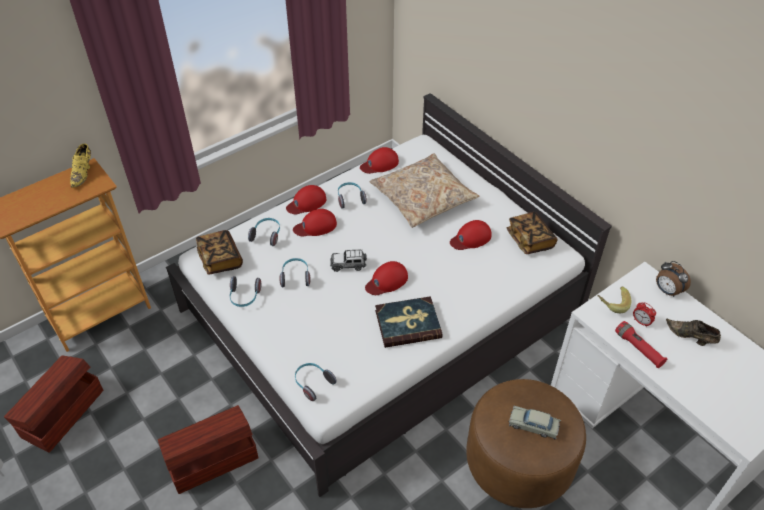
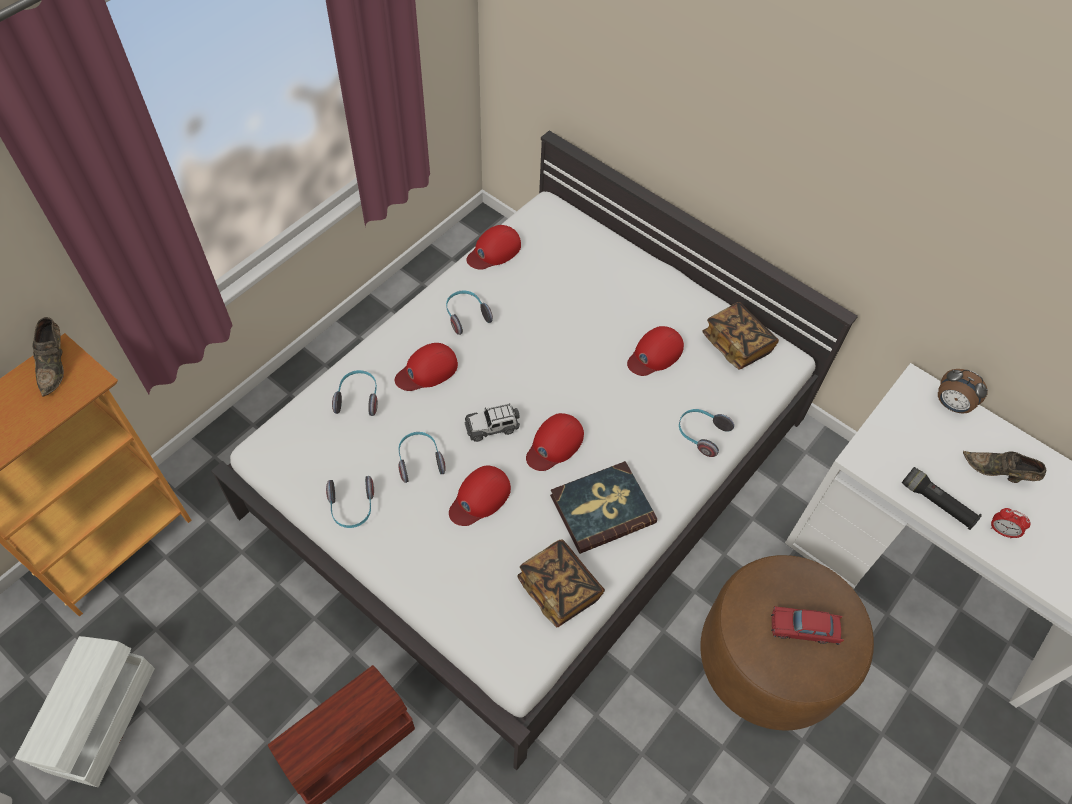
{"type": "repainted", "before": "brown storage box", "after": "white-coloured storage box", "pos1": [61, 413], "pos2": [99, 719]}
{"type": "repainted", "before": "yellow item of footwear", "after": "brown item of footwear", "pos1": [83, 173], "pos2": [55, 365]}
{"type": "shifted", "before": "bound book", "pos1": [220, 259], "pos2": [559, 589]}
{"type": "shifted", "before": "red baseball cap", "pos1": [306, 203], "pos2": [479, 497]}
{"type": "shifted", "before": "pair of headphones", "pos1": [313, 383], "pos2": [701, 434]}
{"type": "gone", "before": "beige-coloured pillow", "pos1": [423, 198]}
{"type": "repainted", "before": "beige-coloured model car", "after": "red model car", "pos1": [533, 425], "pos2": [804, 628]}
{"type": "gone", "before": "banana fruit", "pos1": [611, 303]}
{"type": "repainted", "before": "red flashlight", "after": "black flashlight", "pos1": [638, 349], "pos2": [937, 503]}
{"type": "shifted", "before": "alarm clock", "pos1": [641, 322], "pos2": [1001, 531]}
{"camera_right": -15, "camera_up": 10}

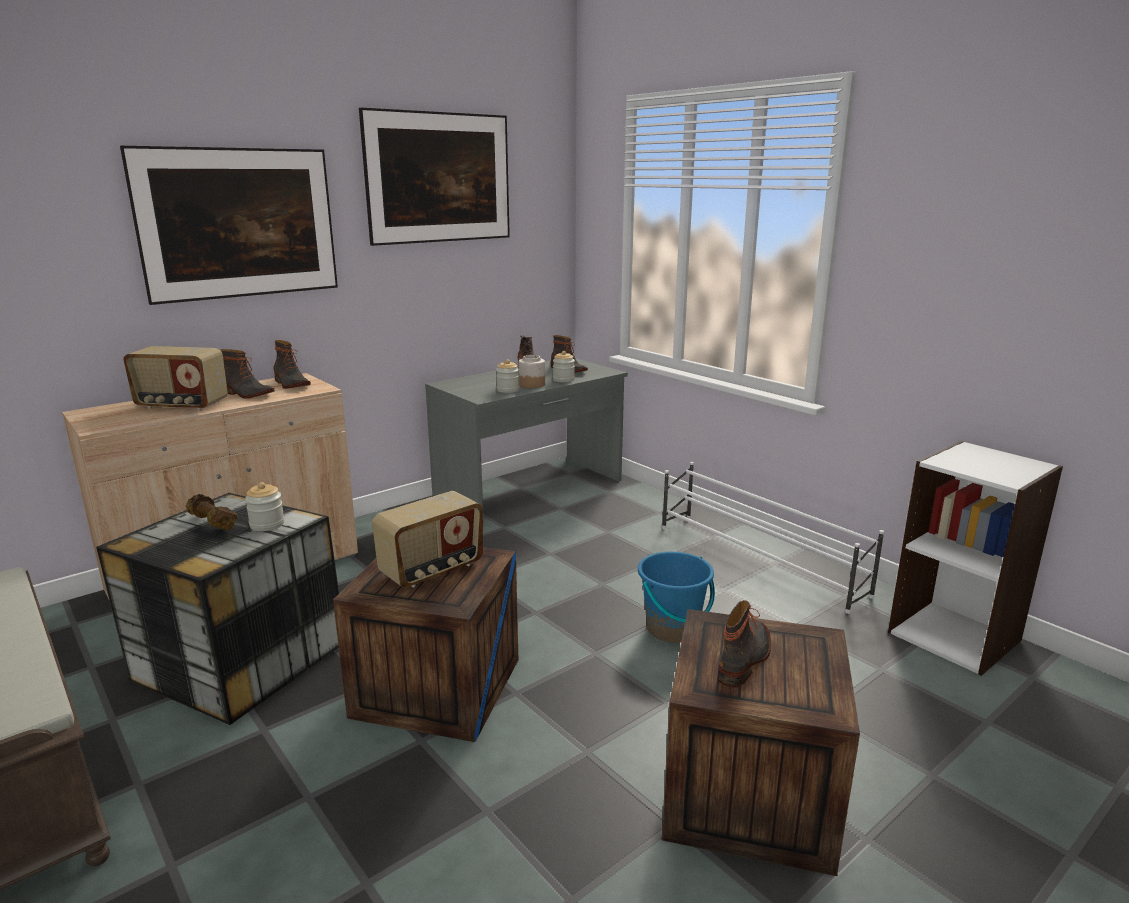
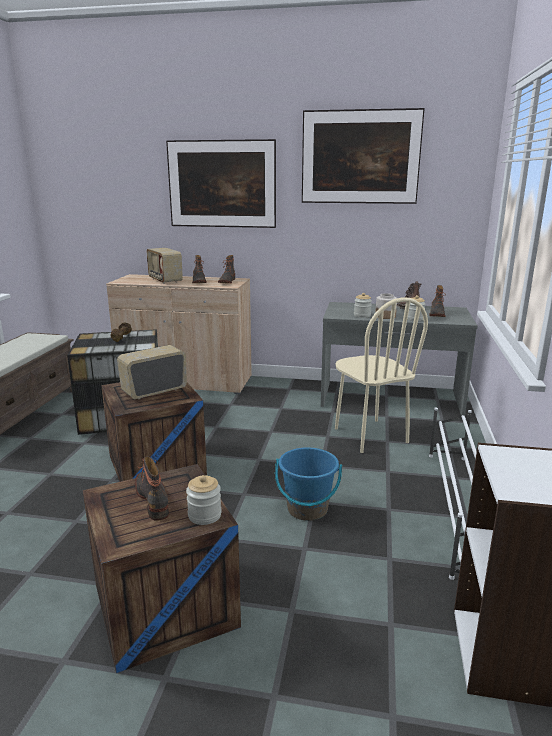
{"type": "shifted", "before": "preserve jar", "pos1": [267, 524], "pos2": [204, 515]}
{"type": "rotated", "before": "radio set", "pos1": [432, 570], "pos2": [154, 391], "turn": 135}
{"type": "rotated", "before": "high-top boot", "pos1": [745, 659], "pos2": [154, 499], "turn": -105}
{"type": "new", "after": "beige-coloured chair", "pos2": [370, 435]}
{"camera_right": 50, "camera_up": 0}

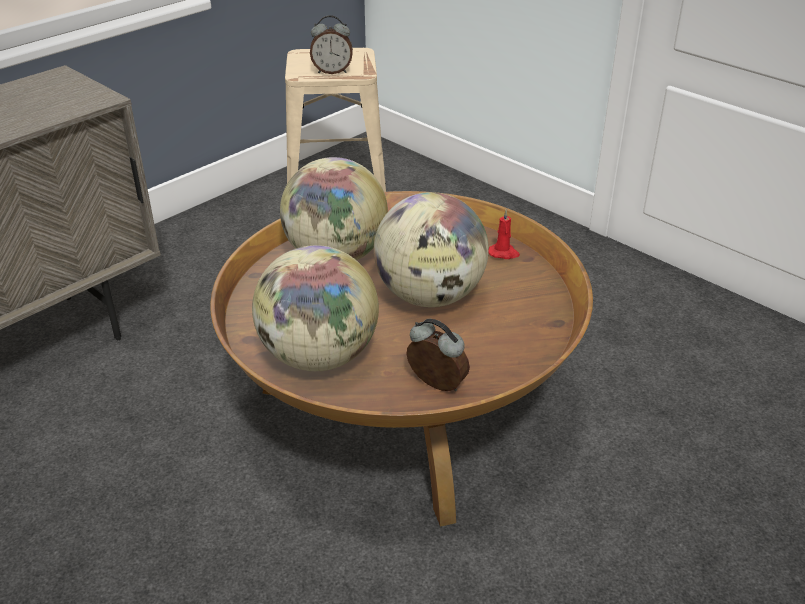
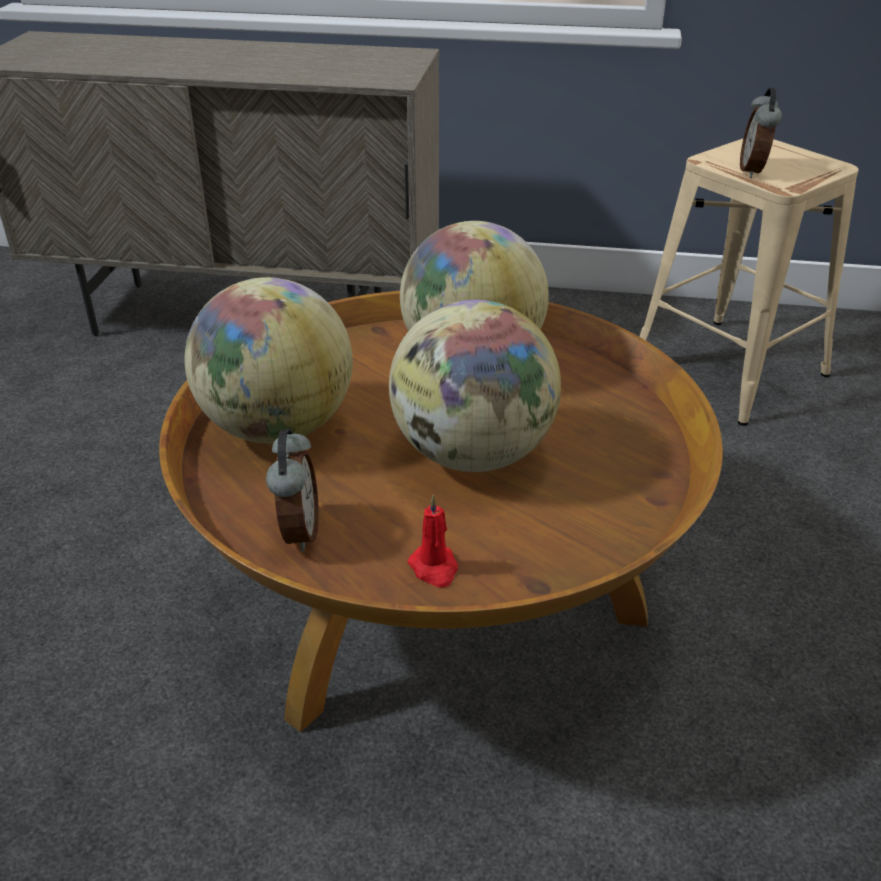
{"type": "rotated", "before": "alarm clock", "pos1": [332, 71], "pos2": [753, 171], "turn": 45}
{"type": "shifted", "before": "red wax candle", "pos1": [504, 253], "pos2": [434, 568]}
{"camera_right": 55, "camera_up": 0}

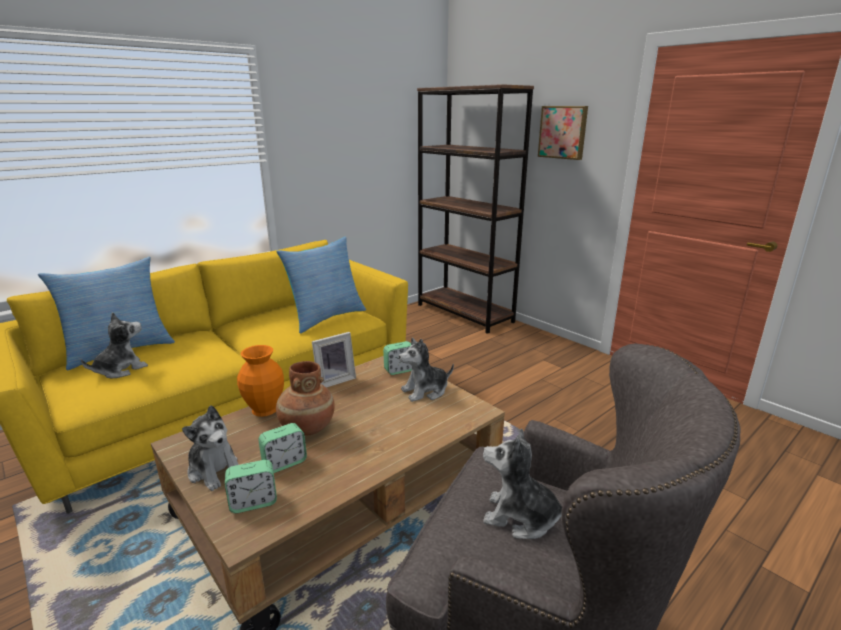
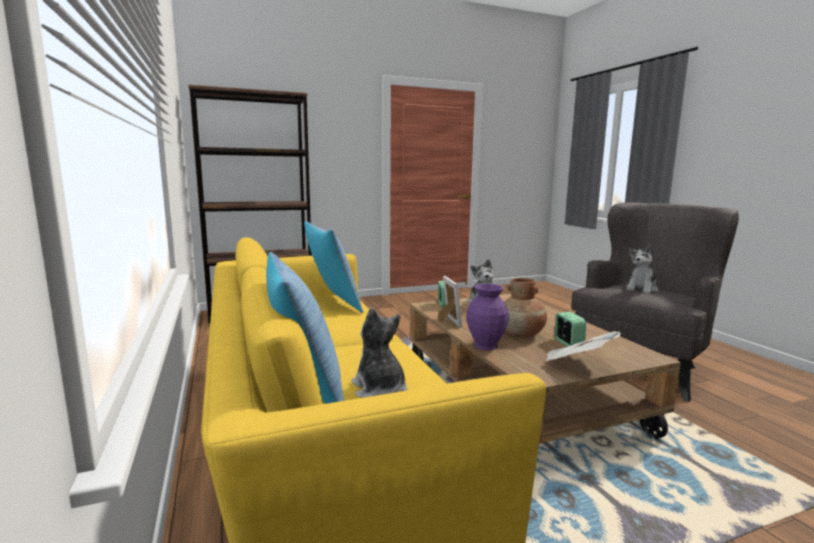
{"type": "swapped", "before": "soft toy", "after": "daily paper", "pos1": [215, 470], "pos2": [577, 364]}
{"type": "gone", "before": "alarm clock", "pos1": [253, 502]}
{"type": "repainted", "before": "orange decorative vase", "after": "purplish decorative vase", "pos1": [265, 409], "pos2": [485, 345]}
{"type": "gone", "before": "picture", "pos1": [563, 132]}
{"camera_right": -70, "camera_up": -10}

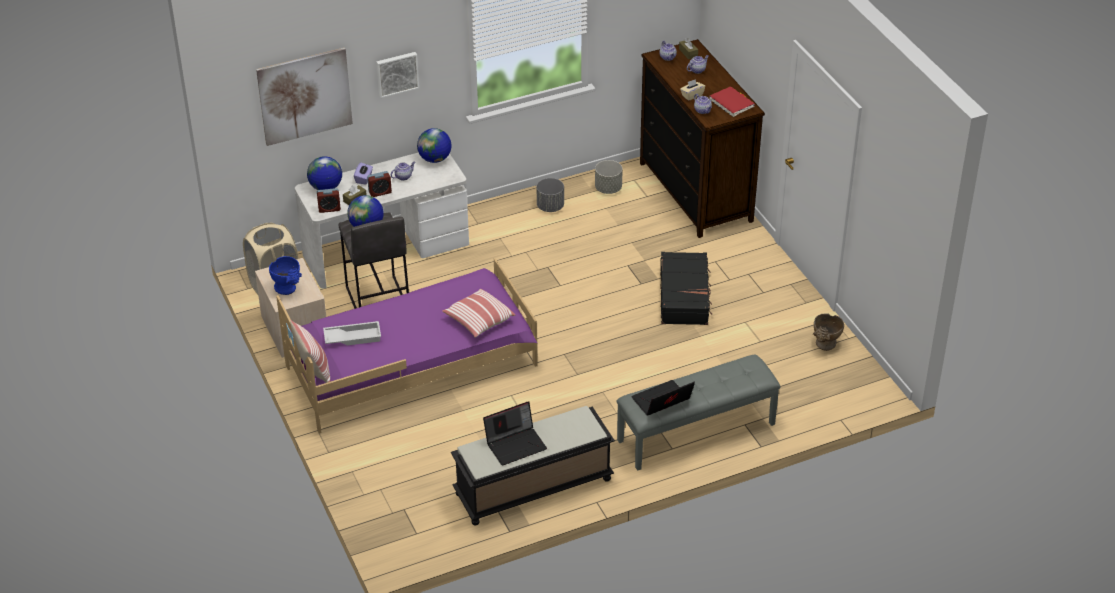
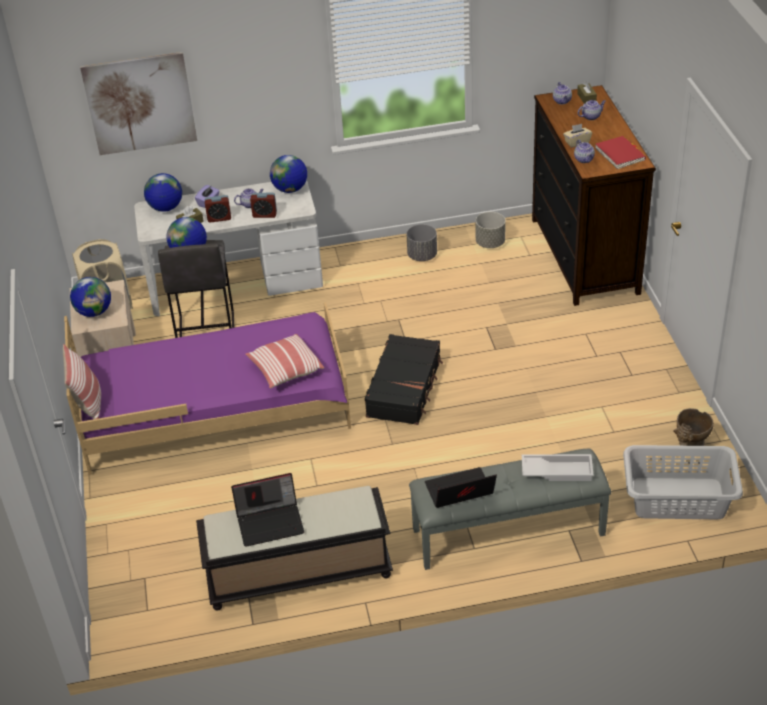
{"type": "swapped", "before": "bluish decorative vase", "after": "world globe", "pos1": [288, 289], "pos2": [94, 312]}
{"type": "shifted", "before": "alarm clock", "pos1": [329, 209], "pos2": [264, 214]}
{"type": "shifted", "before": "white-coloured serving tray", "pos1": [353, 337], "pos2": [557, 470]}
{"type": "gone", "before": "picture", "pos1": [397, 73]}
{"type": "shifted", "before": "black piece of luggage", "pos1": [684, 296], "pos2": [405, 388]}
{"type": "new", "after": "greyish laundry basket", "pos2": [678, 499]}
{"camera_right": 15, "camera_up": 0}

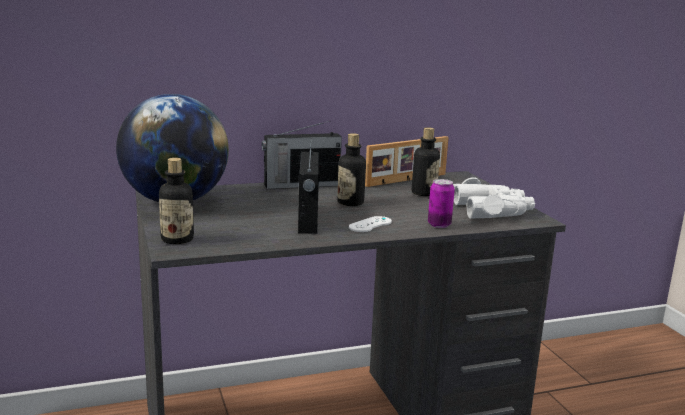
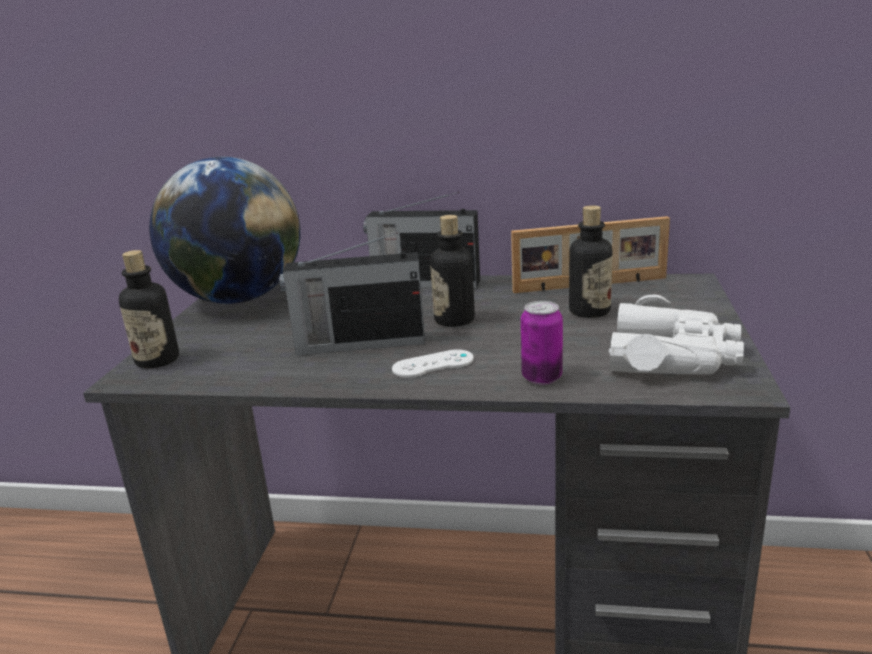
{"type": "rotated", "before": "radio set", "pos1": [307, 219], "pos2": [358, 344], "turn": 60}
{"camera_right": 30, "camera_up": 5}

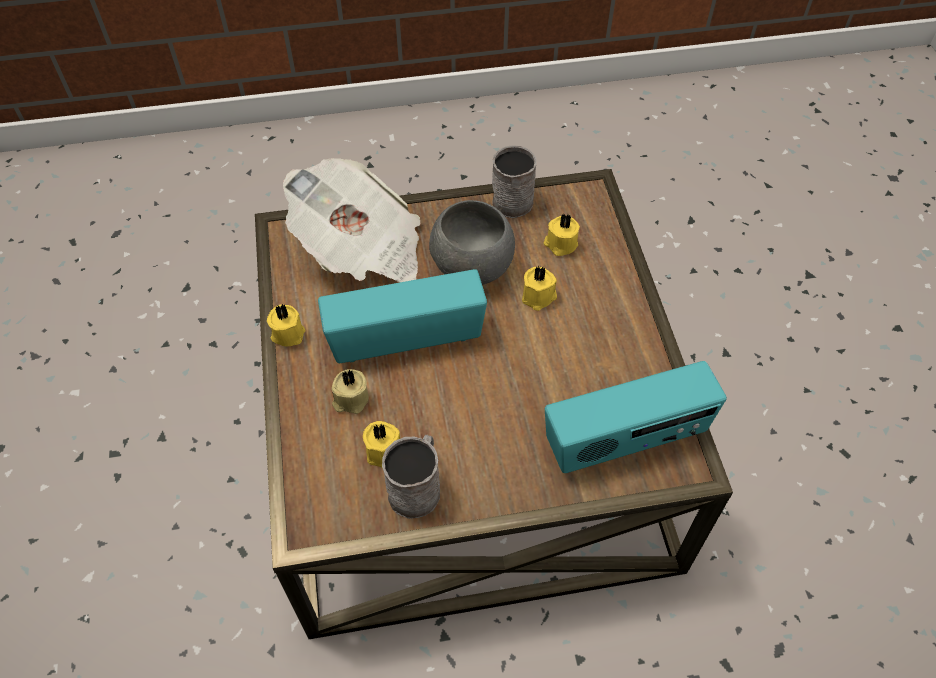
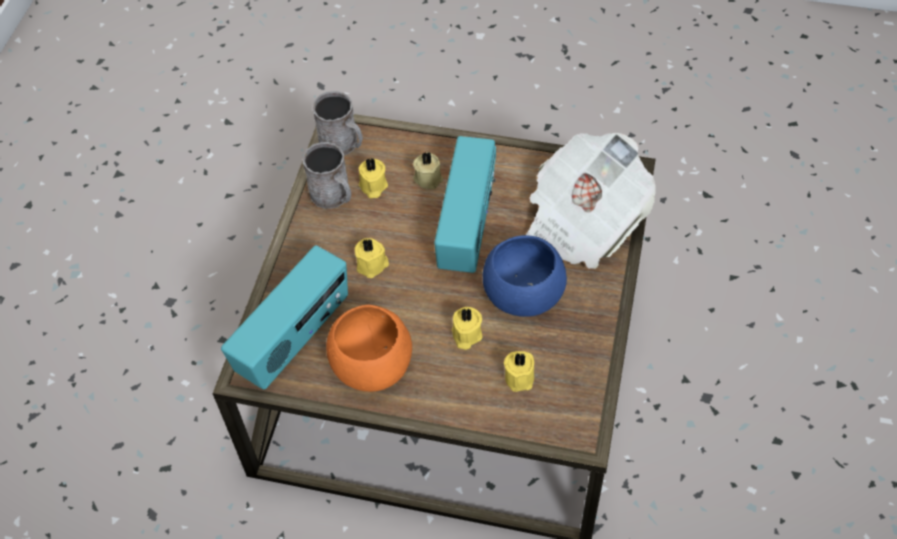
{"type": "shifted", "before": "yellow wax candle", "pos1": [287, 333], "pos2": [372, 265]}
{"type": "repainted", "before": "greyish bowl", "after": "bluish bowl", "pos1": [471, 268], "pos2": [523, 295]}
{"type": "shifted", "before": "greyish mug", "pos1": [513, 197], "pos2": [343, 144]}
{"type": "rotated", "before": "radio set", "pos1": [625, 440], "pos2": [295, 338], "turn": -150}
{"type": "new", "after": "orange bowl", "pos2": [373, 366]}
{"camera_right": 115, "camera_up": 0}

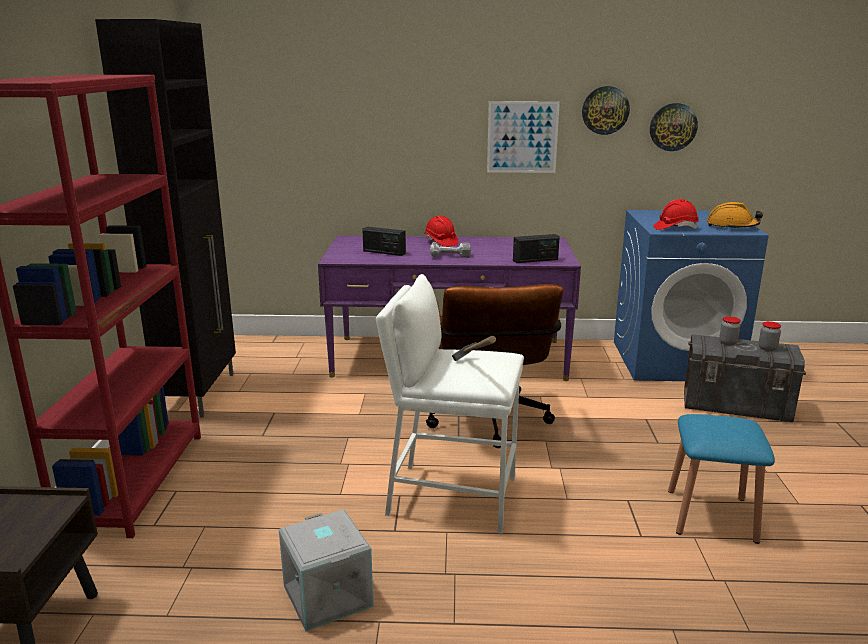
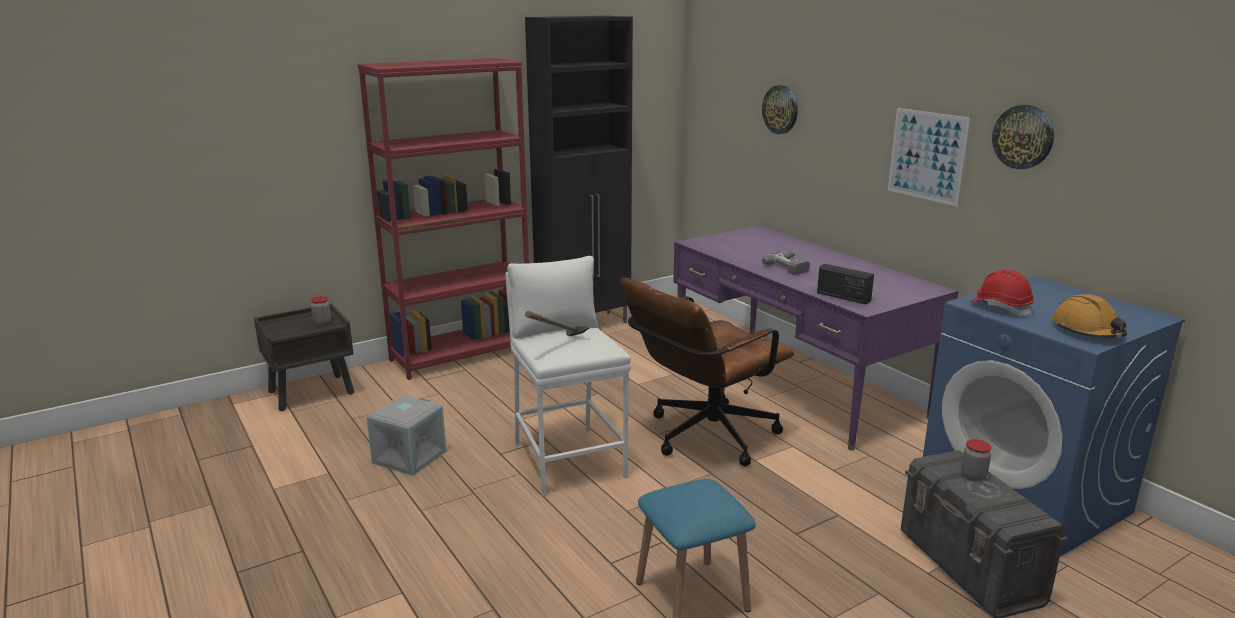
{"type": "gone", "before": "radio set", "pos1": [384, 252]}
{"type": "gone", "before": "red work helmet", "pos1": [440, 242]}
{"type": "shifted", "before": "clock on the wall", "pos1": [673, 127], "pos2": [780, 109]}
{"type": "shifted", "before": "preserve jar", "pos1": [767, 348], "pos2": [322, 322]}
{"camera_right": 55, "camera_up": 0}

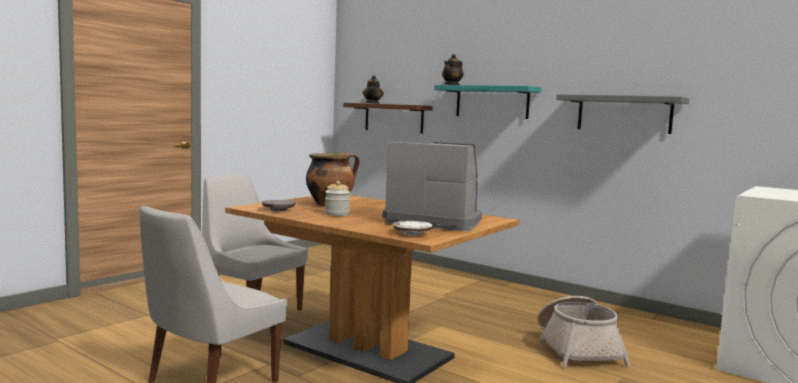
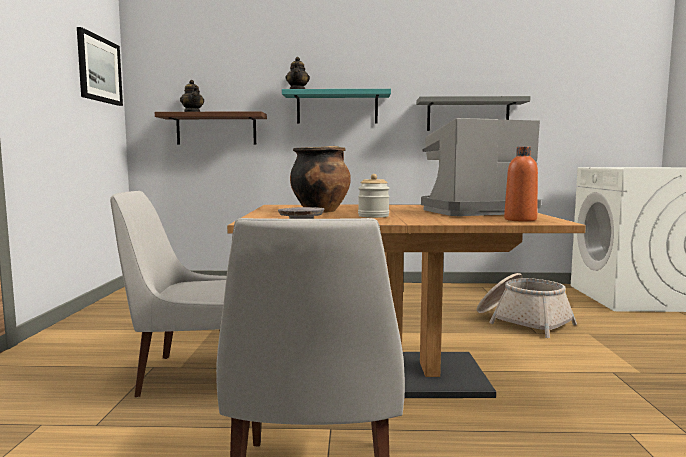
{"type": "swapped", "before": "white-coloured dinner plate", "after": "orange beverage bottle", "pos1": [412, 233], "pos2": [520, 220]}
{"type": "new", "after": "picture", "pos2": [99, 69]}
{"camera_right": -35, "camera_up": 0}

